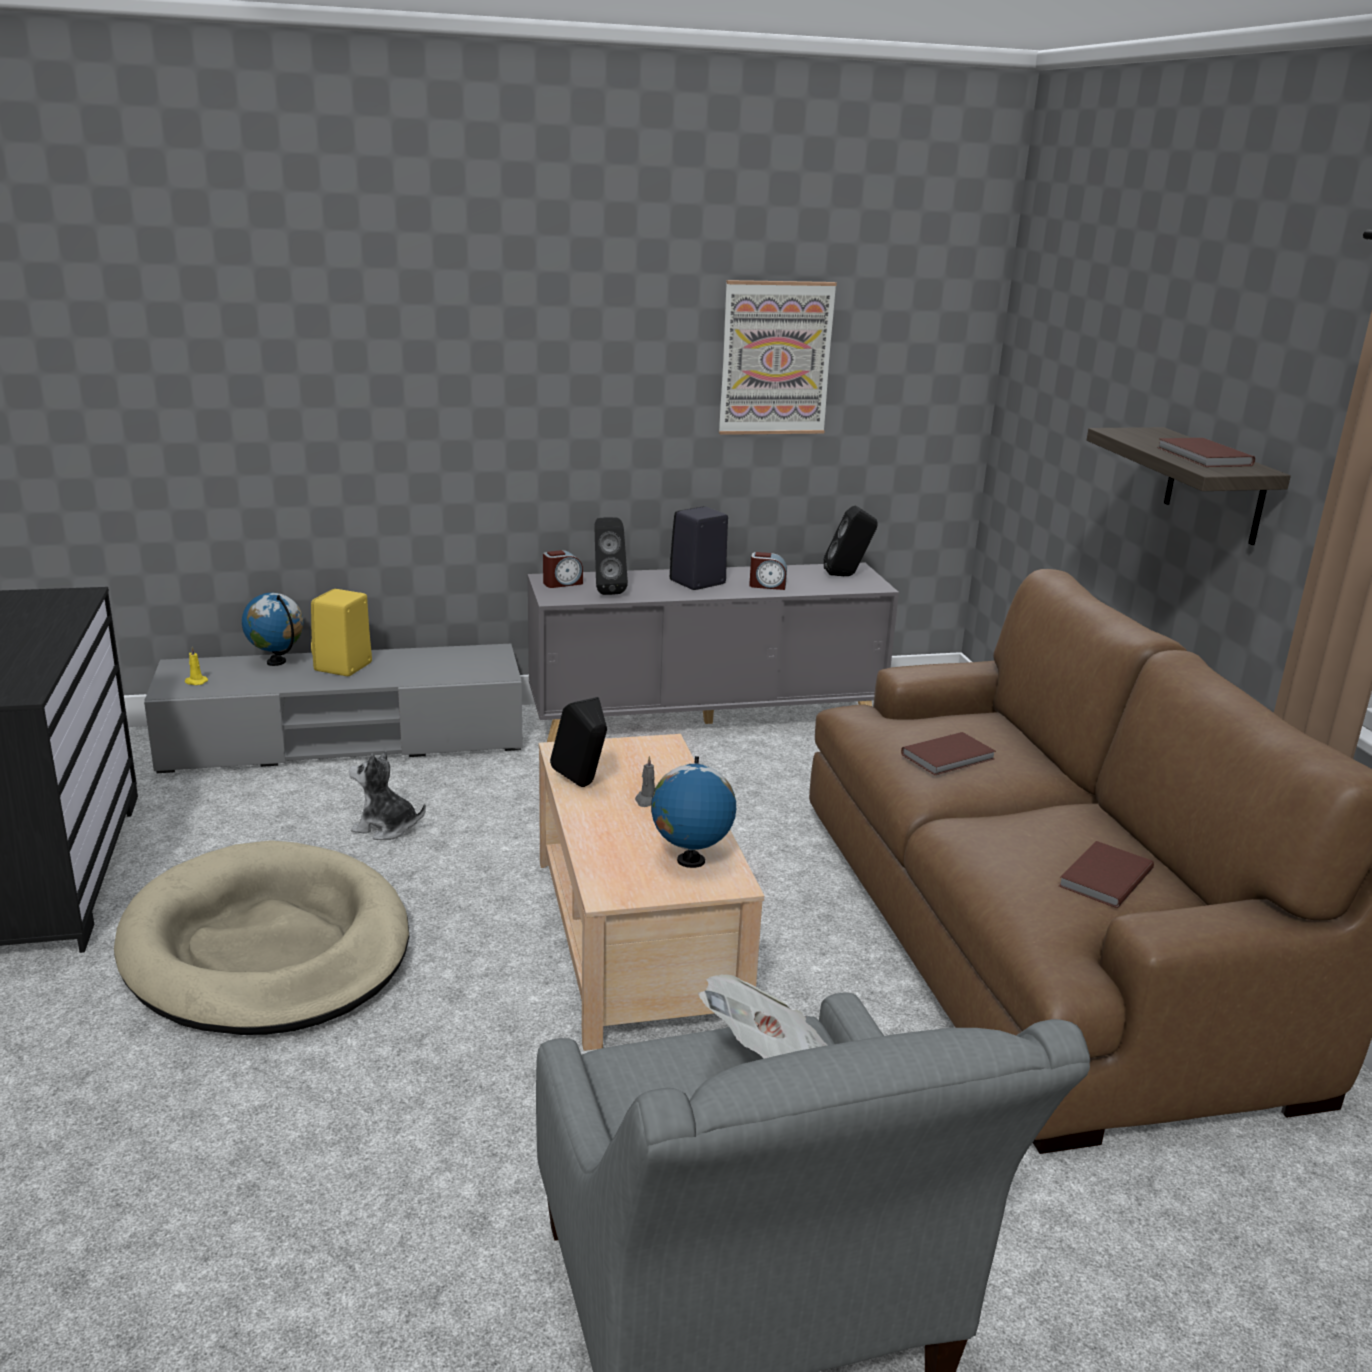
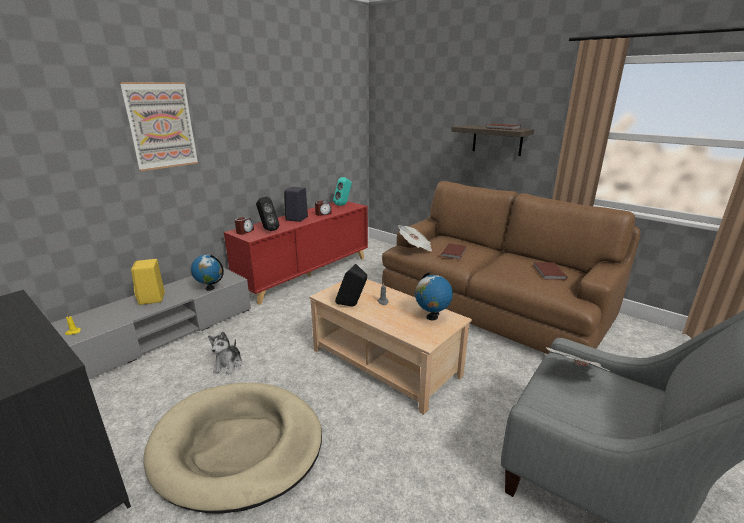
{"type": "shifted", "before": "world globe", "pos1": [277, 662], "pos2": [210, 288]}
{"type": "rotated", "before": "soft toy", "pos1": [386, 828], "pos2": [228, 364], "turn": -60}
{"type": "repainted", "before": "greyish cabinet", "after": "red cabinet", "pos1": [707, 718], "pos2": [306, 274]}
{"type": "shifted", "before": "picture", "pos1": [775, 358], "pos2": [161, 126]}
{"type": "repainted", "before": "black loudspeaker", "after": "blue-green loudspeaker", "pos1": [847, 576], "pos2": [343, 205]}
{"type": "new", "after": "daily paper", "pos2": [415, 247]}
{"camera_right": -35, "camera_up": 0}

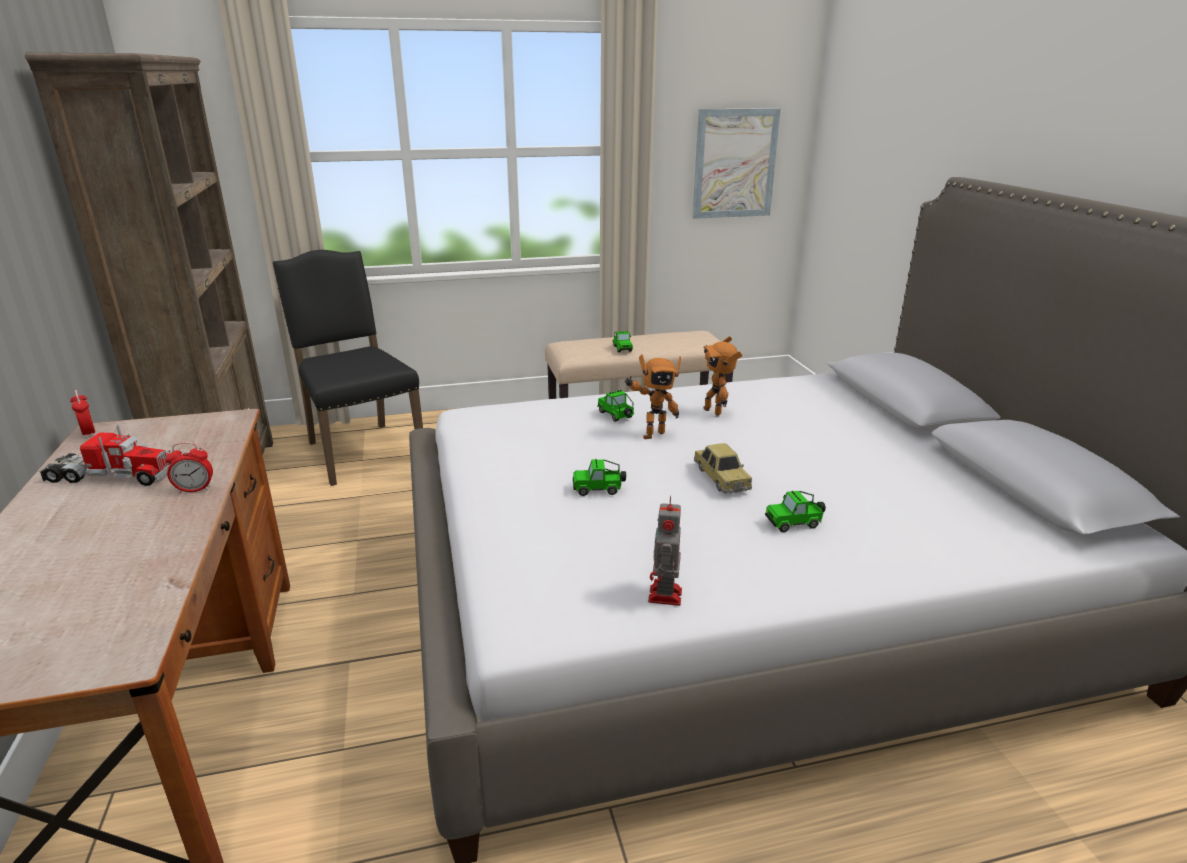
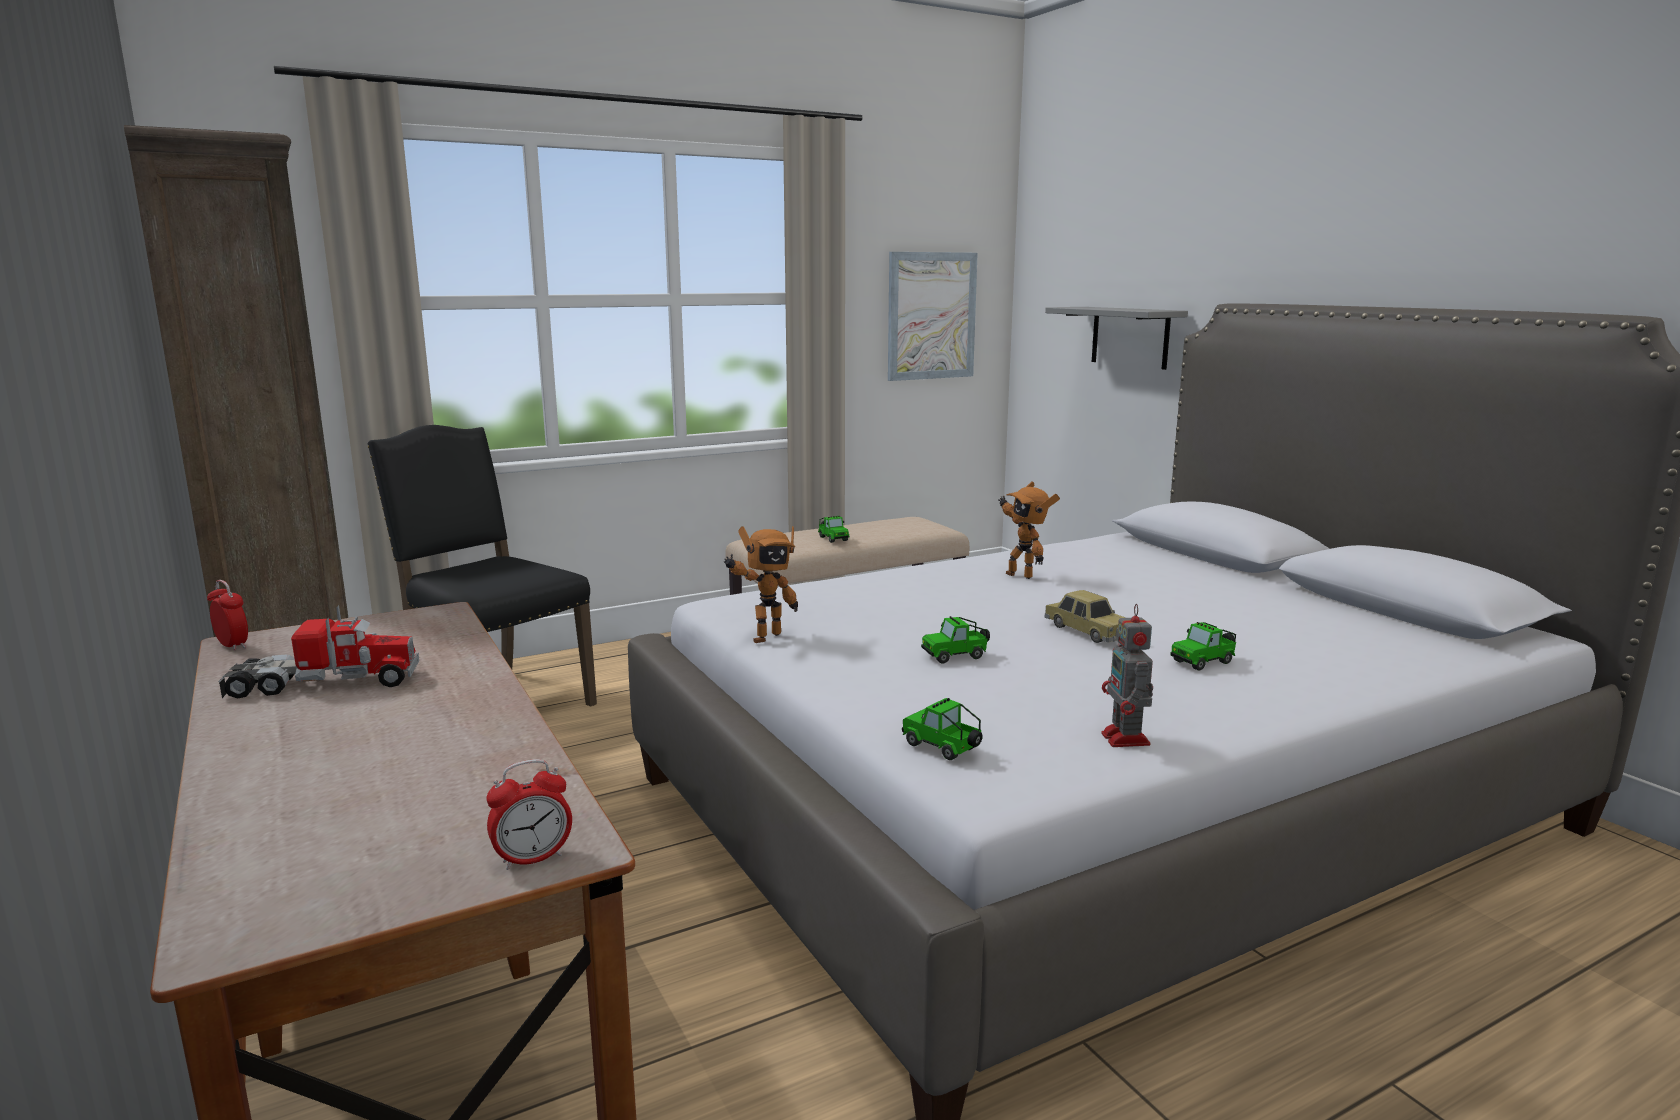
{"type": "shifted", "before": "alarm clock", "pos1": [195, 490], "pos2": [533, 859]}
{"type": "shifted", "before": "model car", "pos1": [616, 415], "pos2": [943, 748]}
{"type": "shifted", "before": "toy robot", "pos1": [651, 434], "pos2": [763, 637]}
{"type": "new", "after": "greyish shelf", "pos2": [1130, 337]}
{"camera_right": -15, "camera_up": -10}

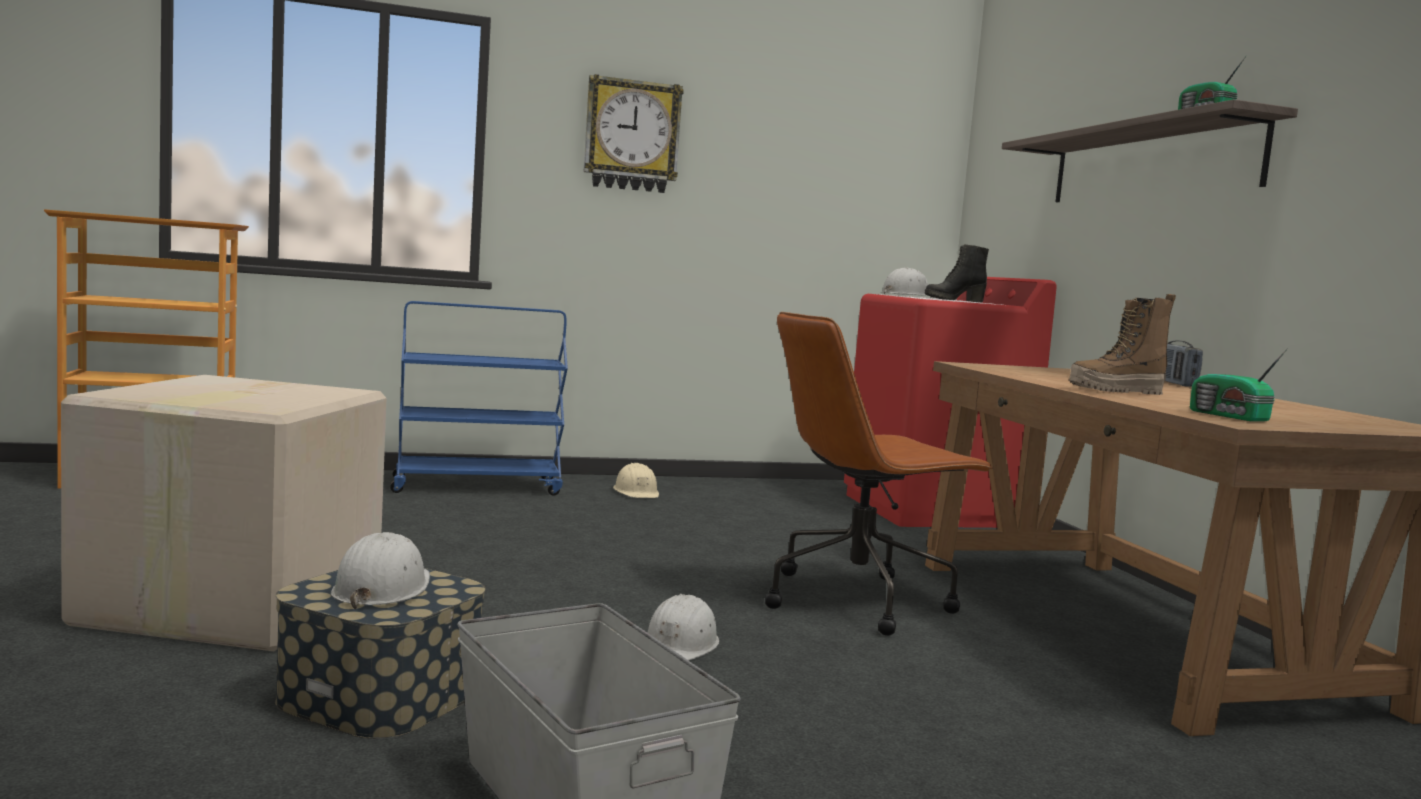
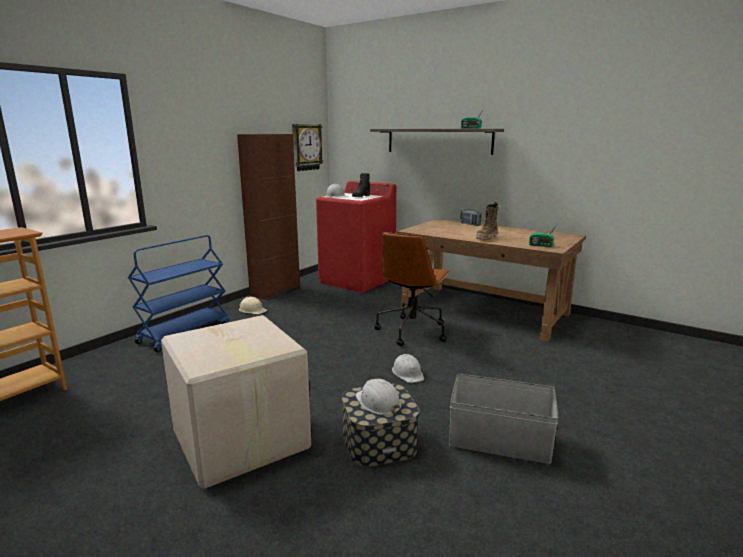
{"type": "shifted", "before": "clock on the wall", "pos1": [631, 136], "pos2": [306, 147]}
{"type": "new", "after": "brown cabinet", "pos2": [275, 291]}
{"camera_right": -40, "camera_up": 10}

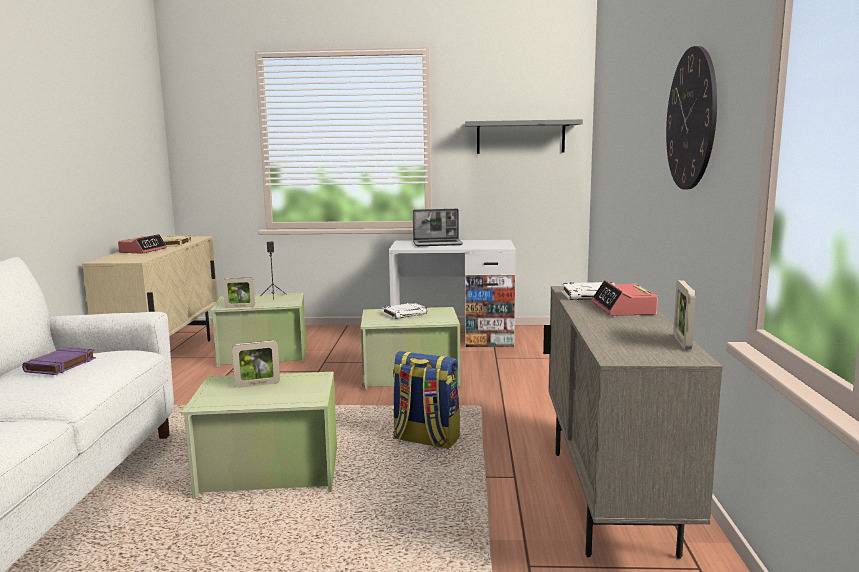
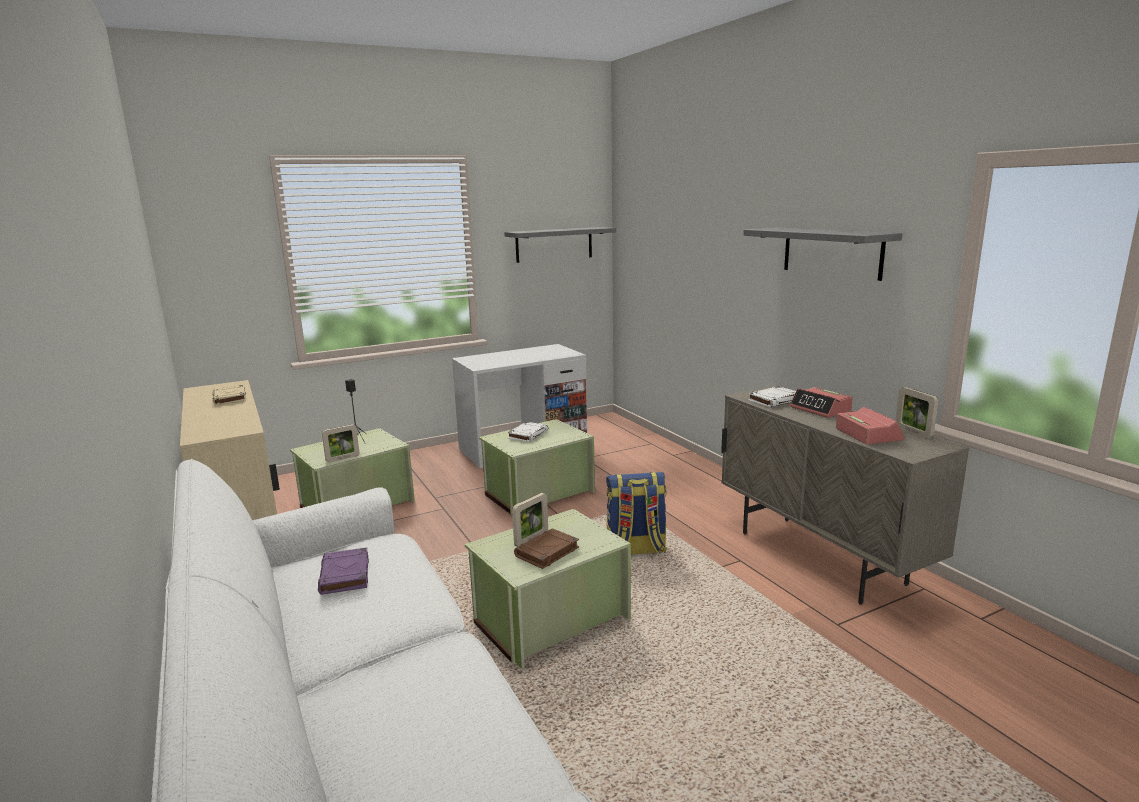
{"type": "shifted", "before": "alarm clock", "pos1": [143, 250], "pos2": [868, 434]}
{"type": "gone", "before": "notebook computer", "pos1": [438, 244]}
{"type": "swapped", "before": "clock on the wall", "after": "greyish shelf", "pos1": [691, 119], "pos2": [831, 252]}
{"type": "new", "after": "brown bound book", "pos2": [547, 552]}
{"camera_right": -30, "camera_up": 5}

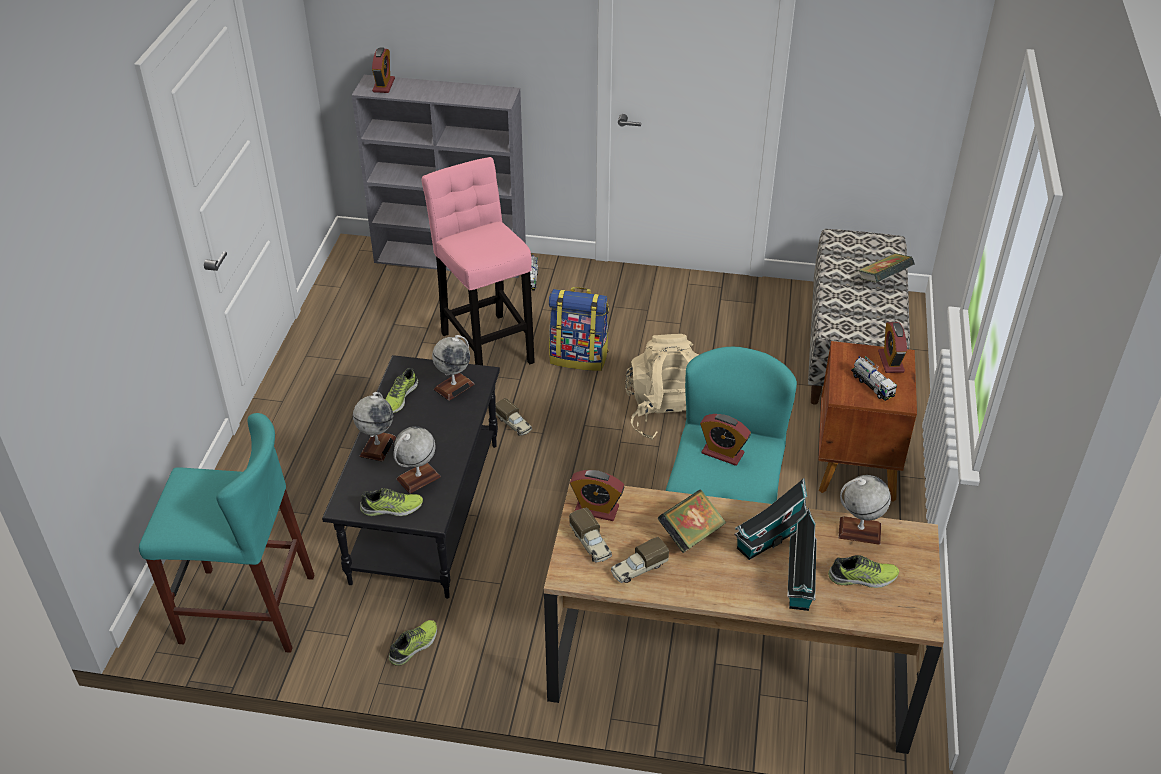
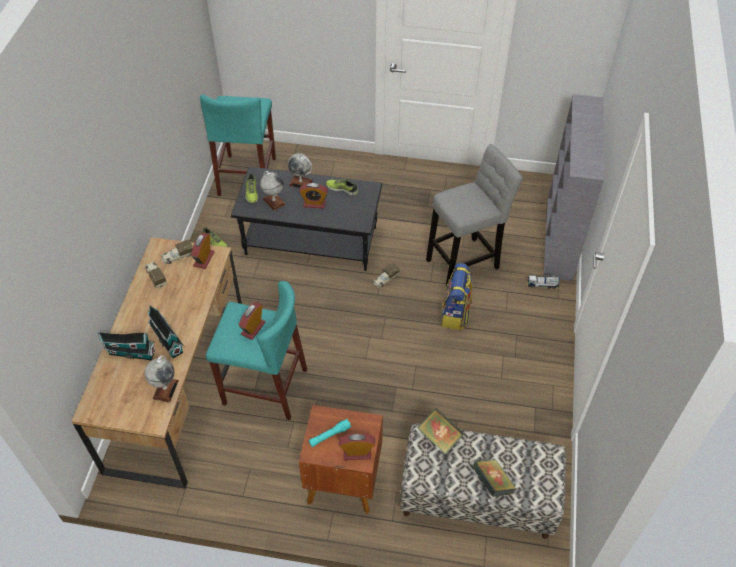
{"type": "shifted", "before": "alarm clock", "pos1": [383, 85], "pos2": [314, 203]}
{"type": "repainted", "before": "pinkish stool seat", "after": "greyish stool seat", "pos1": [486, 343], "pos2": [466, 262]}
{"type": "gone", "before": "world globe", "pos1": [454, 386]}
{"type": "gone", "before": "beige-coloured backpack", "pos1": [667, 415]}
{"type": "shifted", "before": "bound book", "pos1": [691, 534], "pos2": [439, 437]}
{"type": "gone", "before": "item of footwear", "pos1": [862, 578]}
{"type": "swapped", "before": "toy lorry", "after": "blue-green flashlight", "pos1": [872, 385], "pos2": [329, 435]}
{"camera_right": 90, "camera_up": 10}

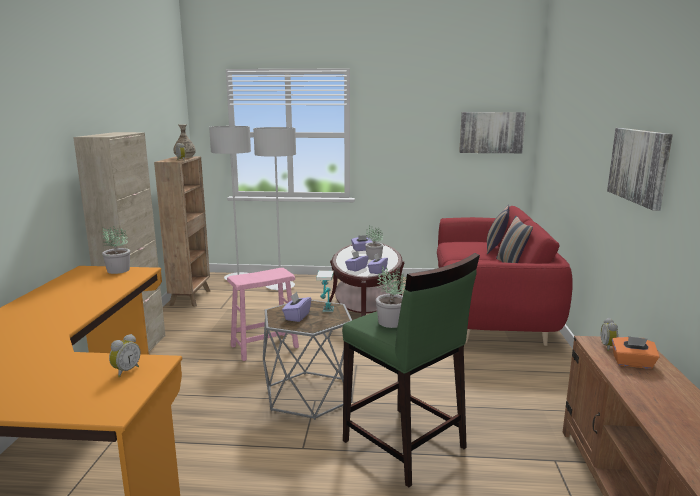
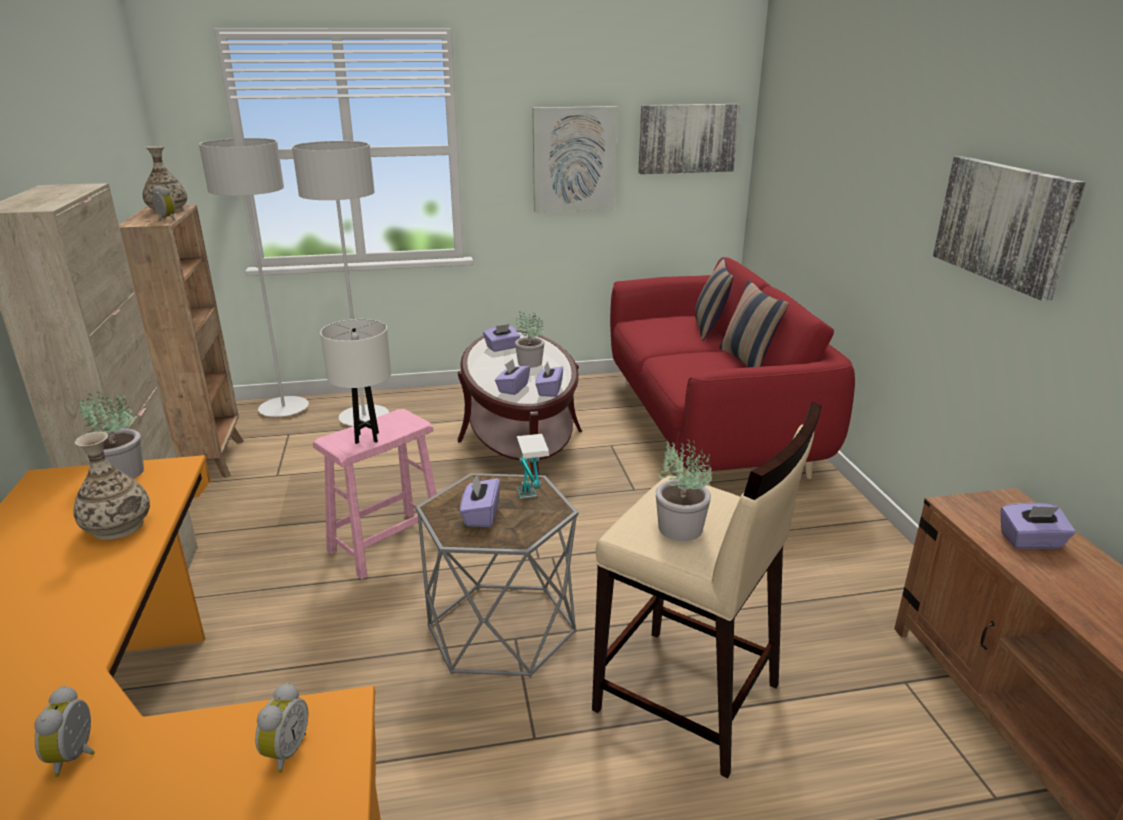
{"type": "repainted", "before": "green-coloured stool seat", "after": "beige-coloured stool seat", "pos1": [404, 445], "pos2": [688, 699]}
{"type": "shifted", "before": "alarm clock", "pos1": [608, 347], "pos2": [77, 755]}
{"type": "repainted", "before": "orange tissue box", "after": "purplish tissue box", "pos1": [632, 363], "pos2": [1031, 541]}
{"type": "new", "after": "decorative vase", "pos2": [118, 527]}
{"type": "new", "after": "white-coloured tabletop lamp", "pos2": [367, 438]}
{"type": "new", "after": "picture", "pos2": [574, 159]}
{"camera_right": -15, "camera_up": 10}

